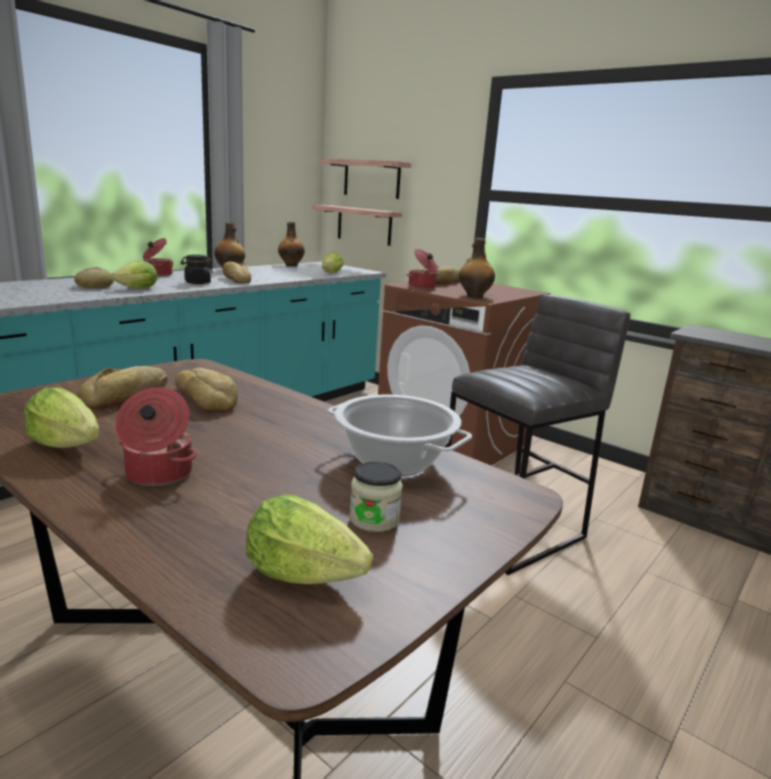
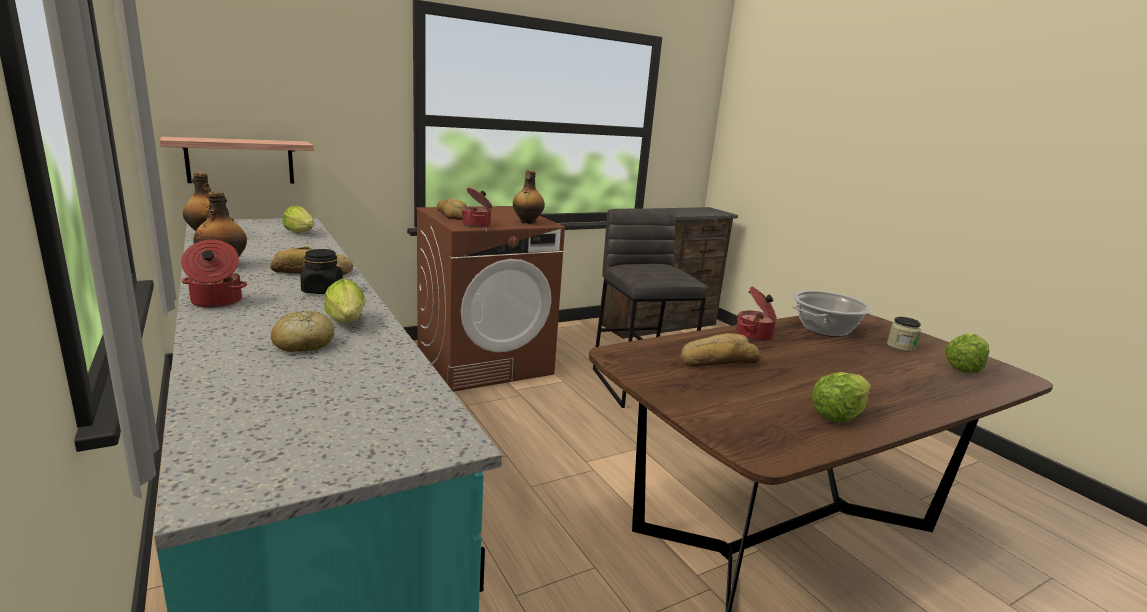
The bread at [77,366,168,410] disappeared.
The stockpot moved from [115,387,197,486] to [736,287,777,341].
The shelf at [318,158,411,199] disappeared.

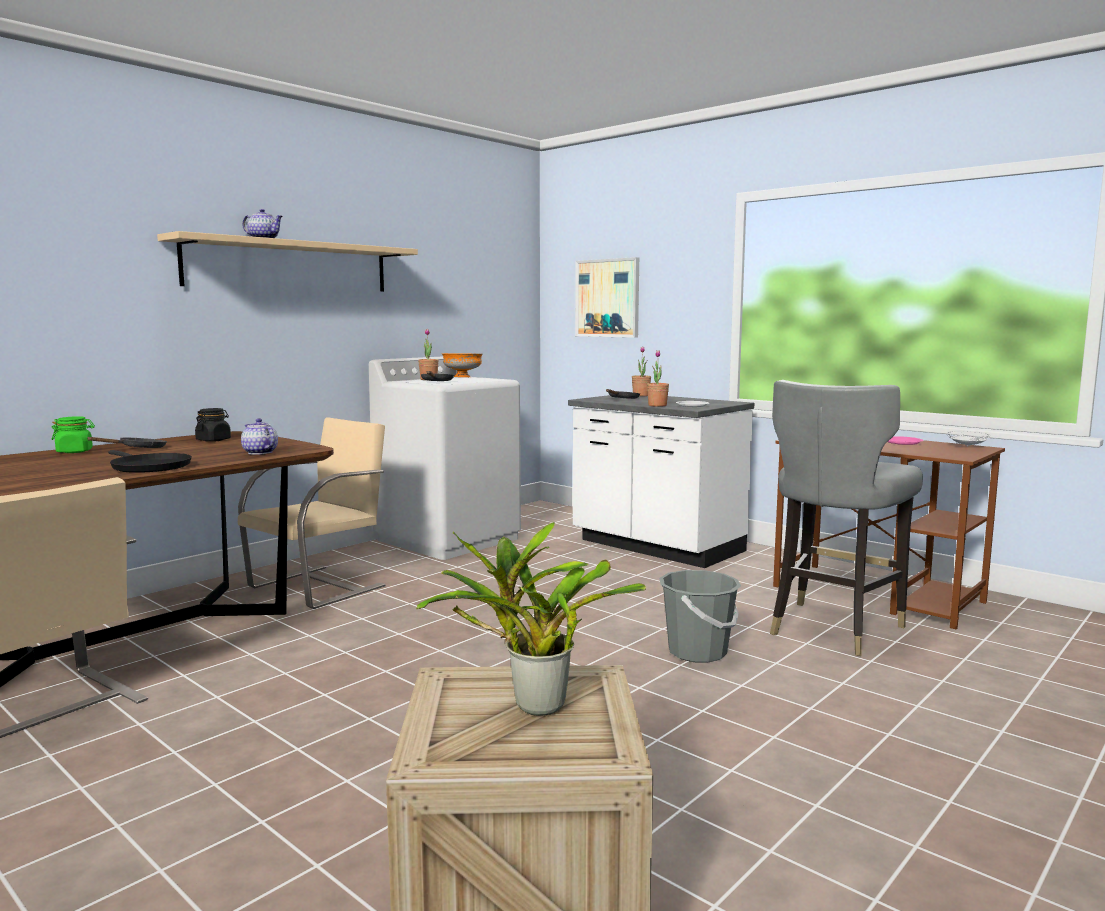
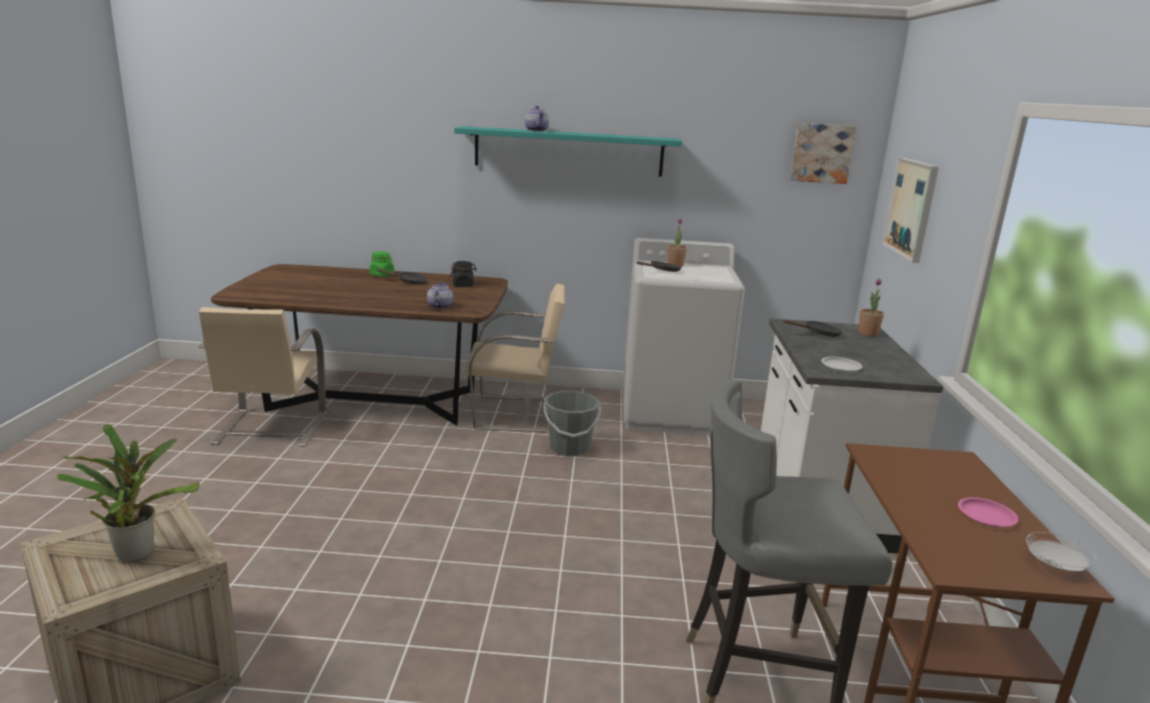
The black-coloured_frying_pan at [108,450,192,473] disappeared.
The beige-coloured_shelf at [157,231,418,292] became the turquoise_shelf at [454,126,682,177].
The orange_bowl at [442,353,483,377] disappeared.
The potted_plant at [647,350,669,407] disappeared.
The grey_pail moved from [659,570,741,663] to [543,391,601,456].
The wall_picture at [790,123,856,184] appeared.

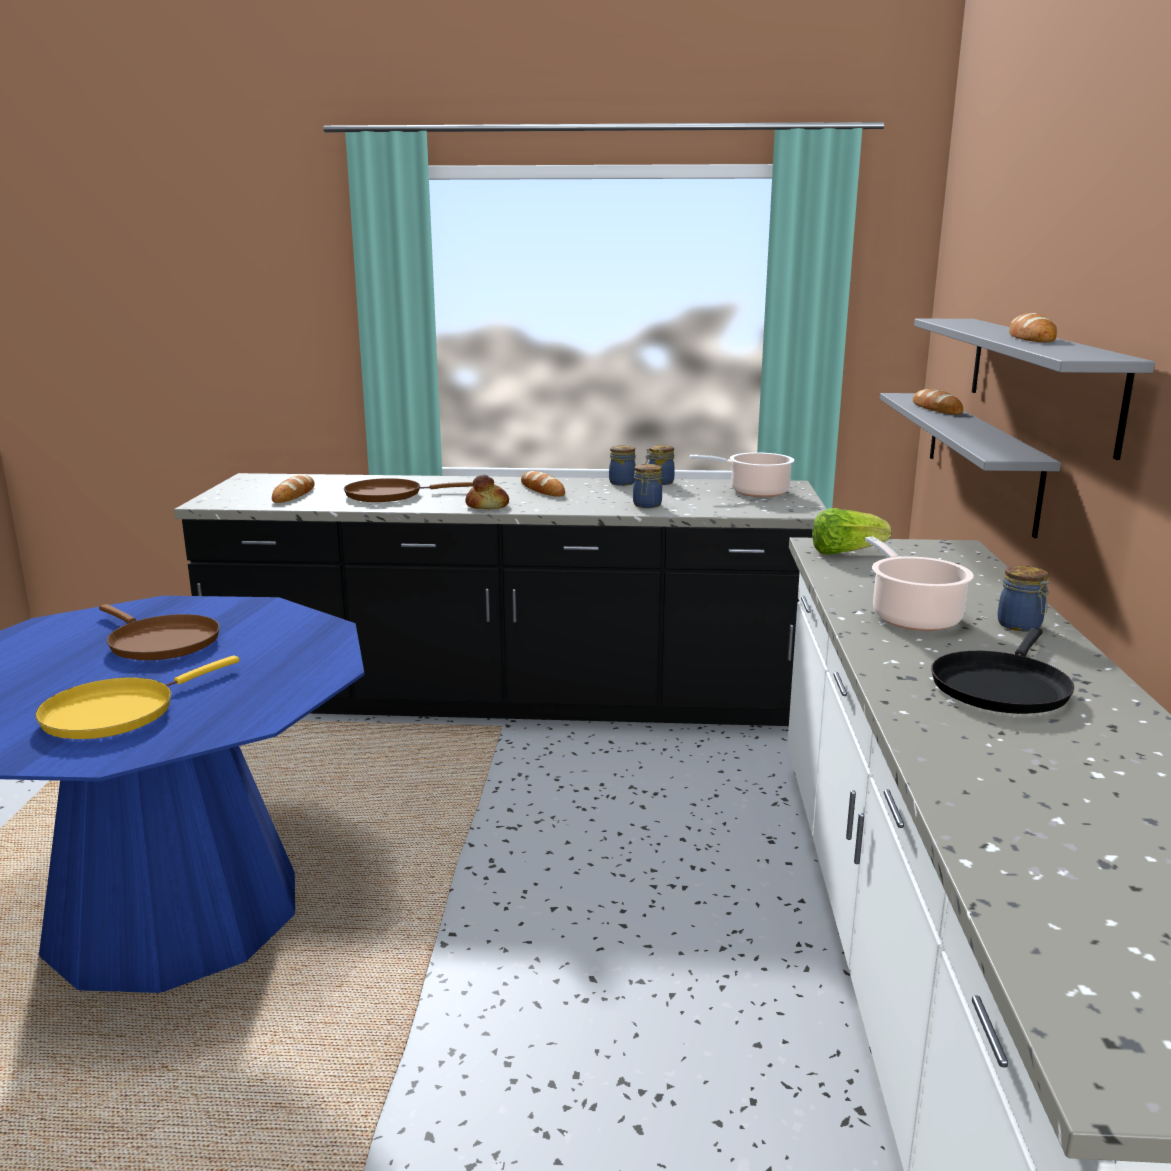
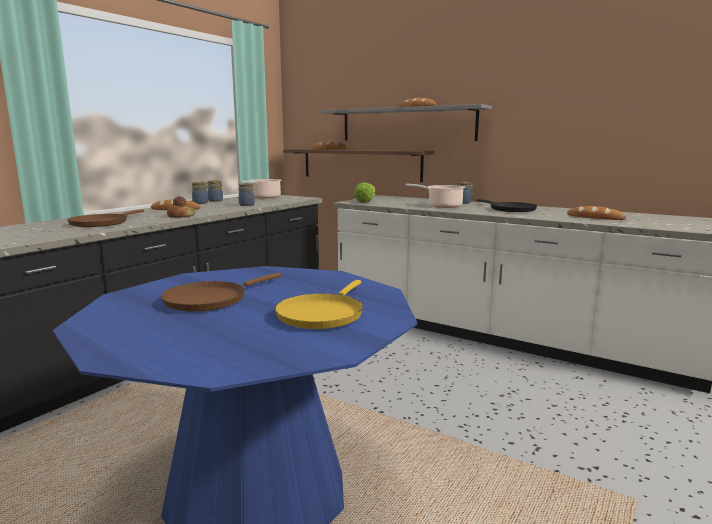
The yellowish_frying_pan at [35,655,239,739] turned 45 degrees clockwise.
The brown-coloured_frying_pan at [99,604,220,660] turned 150 degrees clockwise.
The bread moved from [272,475,315,503] to [567,206,626,220].
The grey_shelf at [880,393,1061,538] became the brown-coloured_shelf at [283,149,434,182].

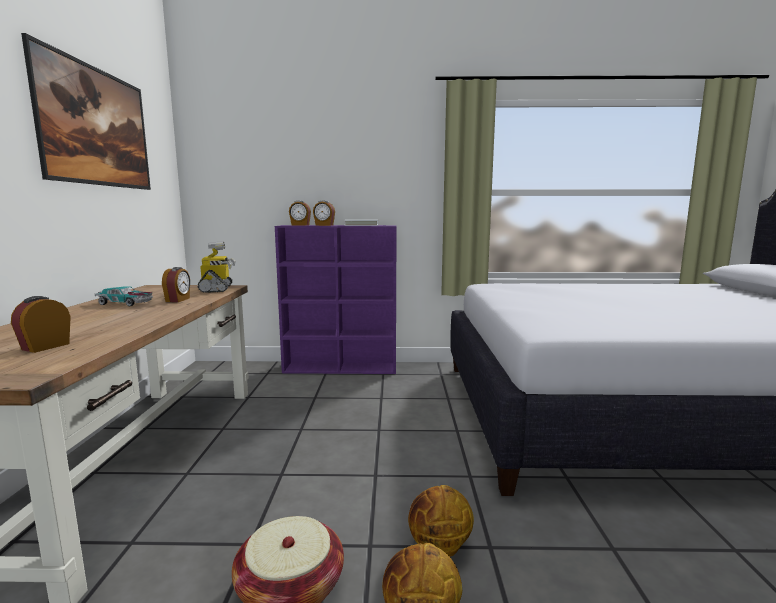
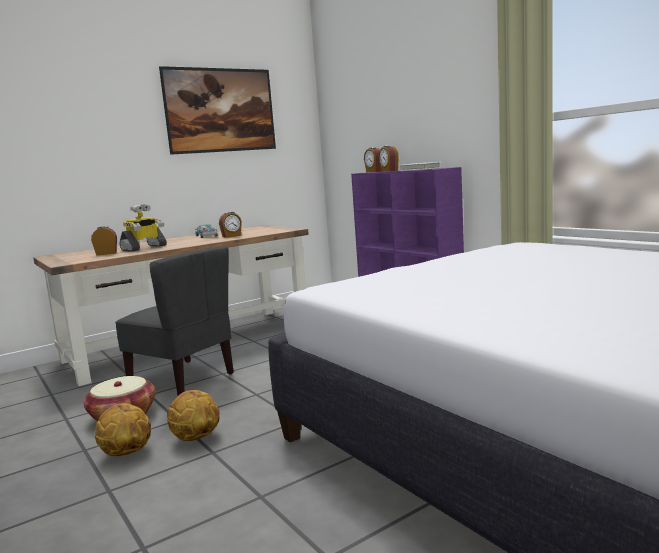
The model_robot moved from [197,241,236,293] to [119,204,167,252].
The grey_chair at [115,246,234,395] appeared.

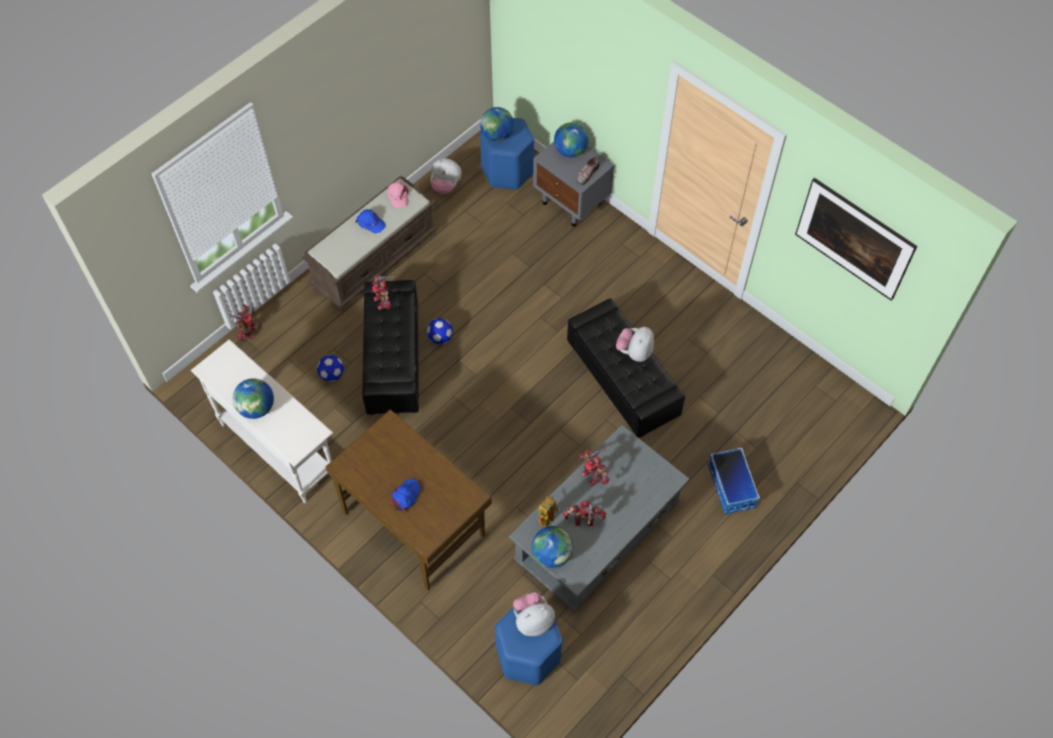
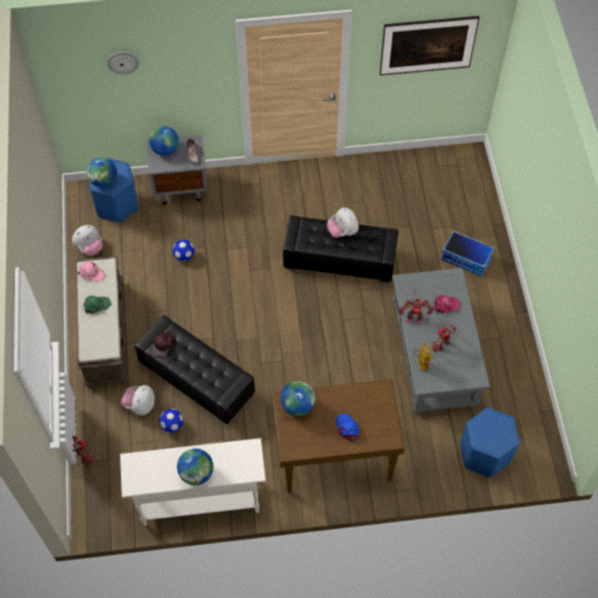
The blue-coloured_baseball_cap at [355,209,386,234] became the green_baseball_cap at [83,295,111,314].
The model_robot at [372,274,395,310] was replaced by the brown-coloured_baseball_cap at [152,332,173,357].
The football moved from [427,318,453,344] to [173,240,194,261].
The plush_toy moved from [513,592,555,636] to [121,385,154,415].
The world_globe moved from [532,526,573,568] to [281,381,315,416].
The clock_on_the_wall at [107,52,140,74] appeared.
The pink_baseball_cap at [433,295,461,313] appeared.

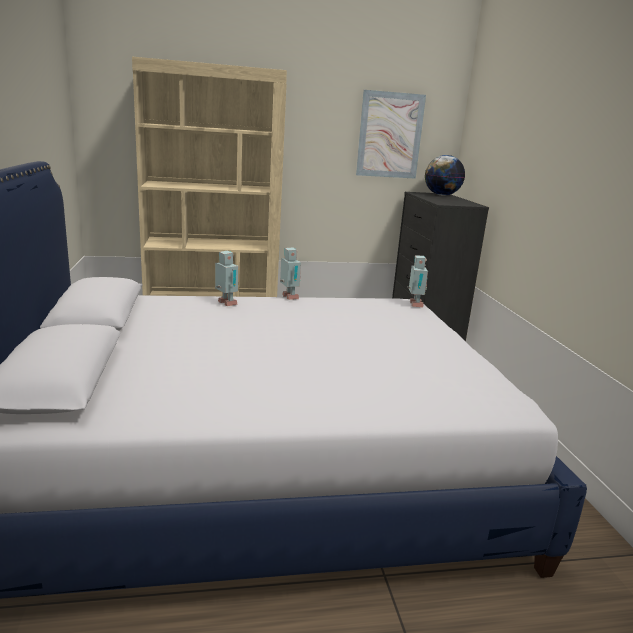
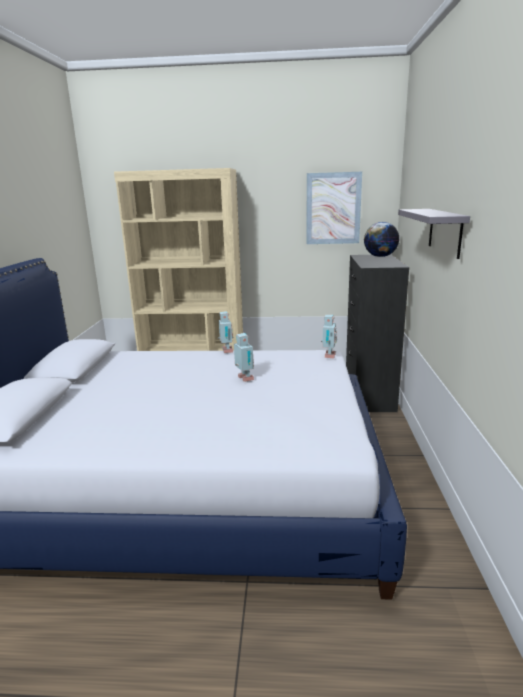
The model_robot moved from [215,251,238,306] to [234,333,254,382].
The grey_shelf at [398,209,470,259] appeared.

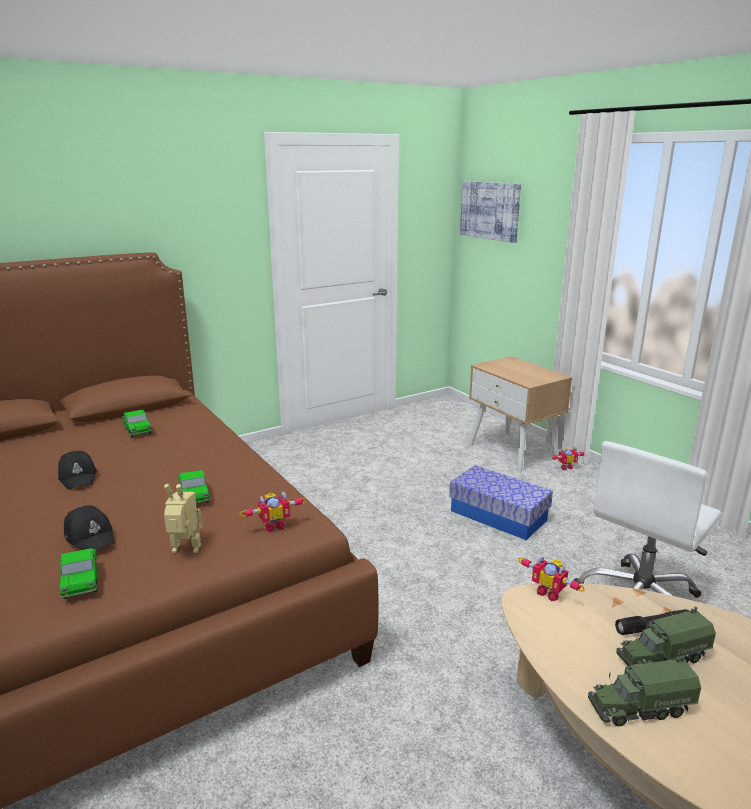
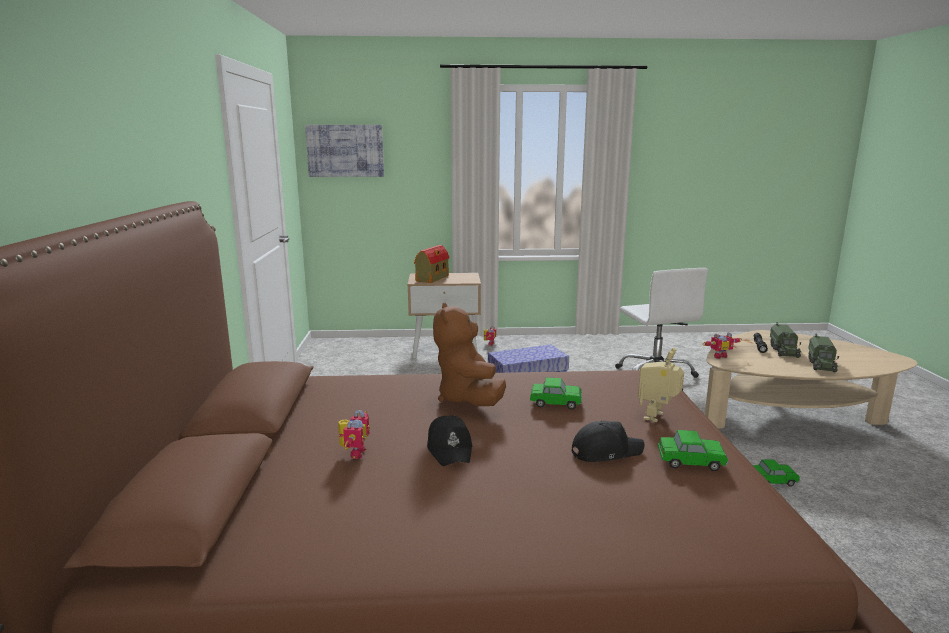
The black-coloured_baseball_cap at [58,451,97,490] turned 75 degrees clockwise.
The miniature_car moved from [122,410,152,438] to [753,459,800,486].
The model_robot moved from [239,492,307,532] to [338,410,370,459].
The model_house at [414,245,449,283] appeared.
The brown-coloured_plush_toy at [433,302,506,406] appeared.

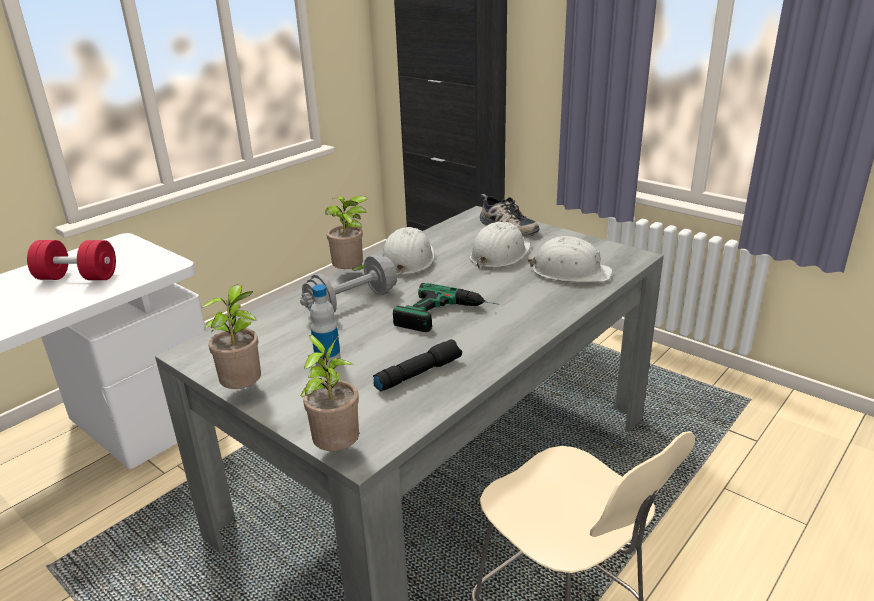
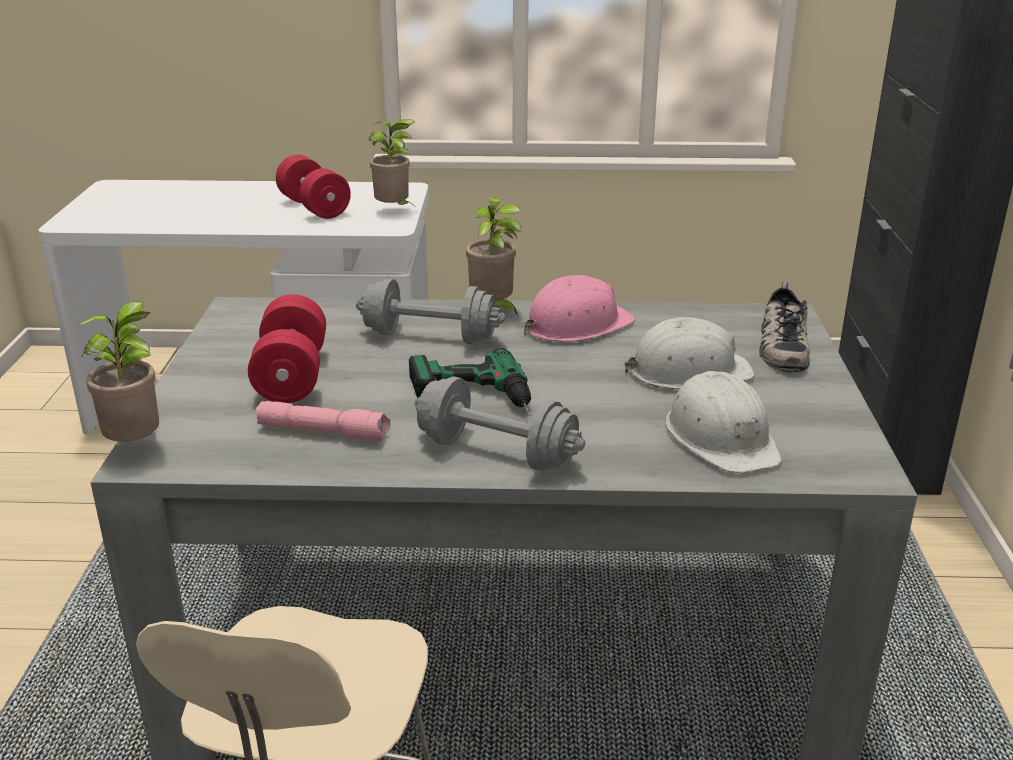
The potted_plant moved from [200,285,261,389] to [369,119,415,205].
The drink_bottle at [310,284,341,368] was replaced by the red-coloured_dumbbell at [248,294,326,403].
The black-coloured_flashlight at [373,339,462,392] became the pink_flashlight at [256,401,391,441].
The whitish_hard_hat at [382,227,434,277] became the pink_hard_hat at [524,275,635,342].
The grey_dumbbell at [415,376,585,471] appeared.

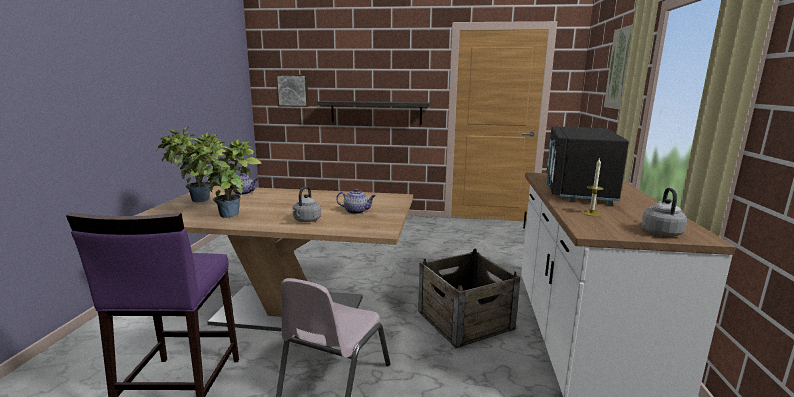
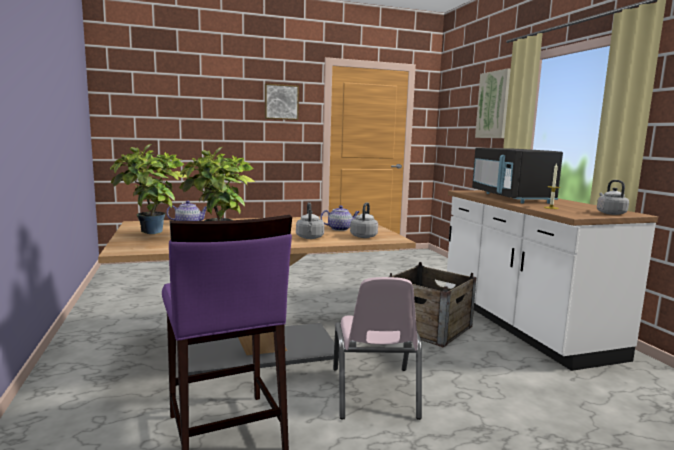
The wall_picture moved from [276,74,309,107] to [265,84,299,120].
The shelf at [317,101,430,124] disappeared.
The grey_water_kettle at [350,202,378,238] appeared.

